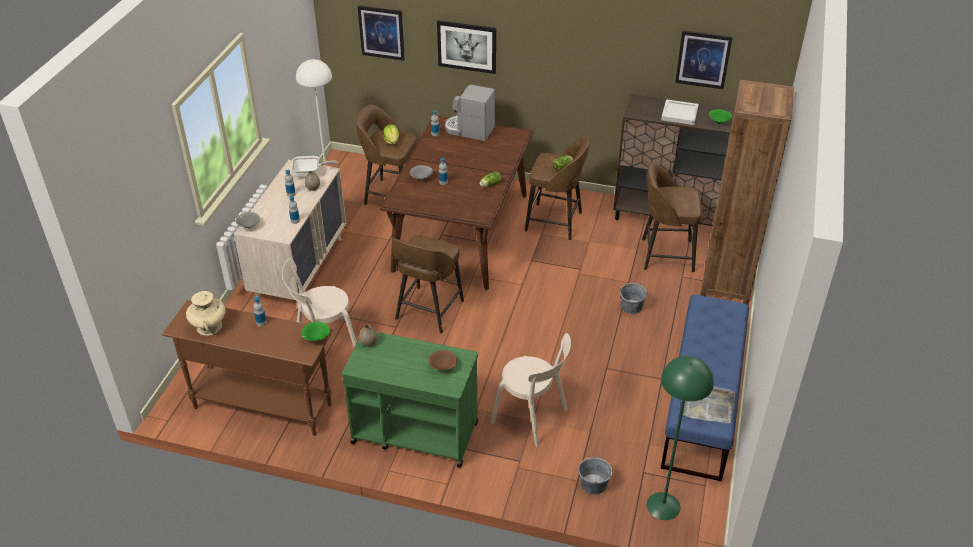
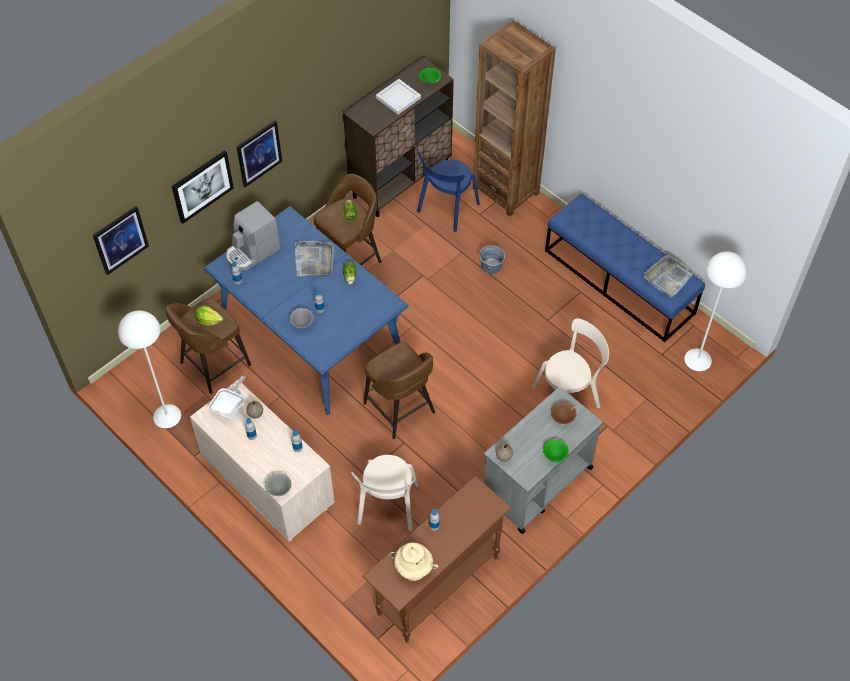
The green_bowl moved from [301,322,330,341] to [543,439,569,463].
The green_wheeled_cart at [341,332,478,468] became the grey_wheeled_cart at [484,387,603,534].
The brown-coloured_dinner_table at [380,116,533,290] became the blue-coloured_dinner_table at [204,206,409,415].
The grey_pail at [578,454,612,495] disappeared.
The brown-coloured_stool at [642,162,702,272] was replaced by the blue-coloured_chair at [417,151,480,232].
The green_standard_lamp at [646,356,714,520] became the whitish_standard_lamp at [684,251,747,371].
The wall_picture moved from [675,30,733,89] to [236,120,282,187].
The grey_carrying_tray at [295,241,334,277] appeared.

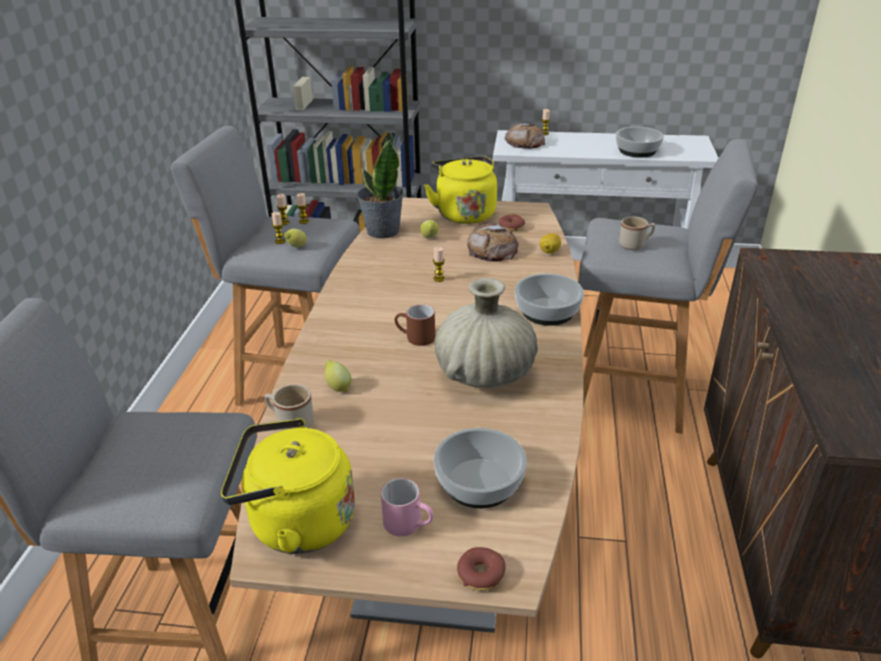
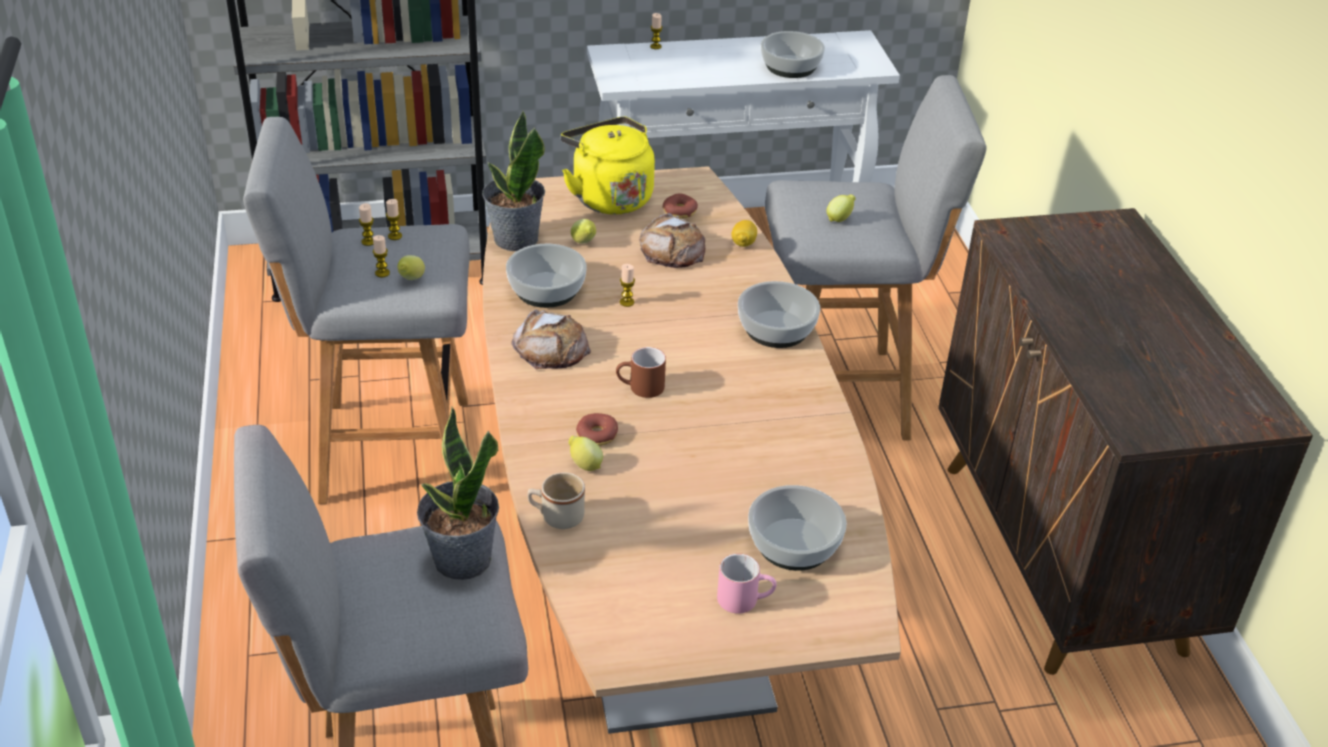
The yellowish_water_kettle at [221,418,355,554] disappeared.
The beige-coloured_vase at [434,278,538,388] disappeared.
The ring_doughnut moved from [457,547,506,591] to [576,413,618,446].
The bread moved from [504,123,545,149] to [511,309,591,369].
The beige-coloured_tea_mug at [619,217,655,250] was replaced by the lemon at [827,194,856,222].
The potted_plant at [417,407,499,580] appeared.
The bowl at [506,244,587,308] appeared.

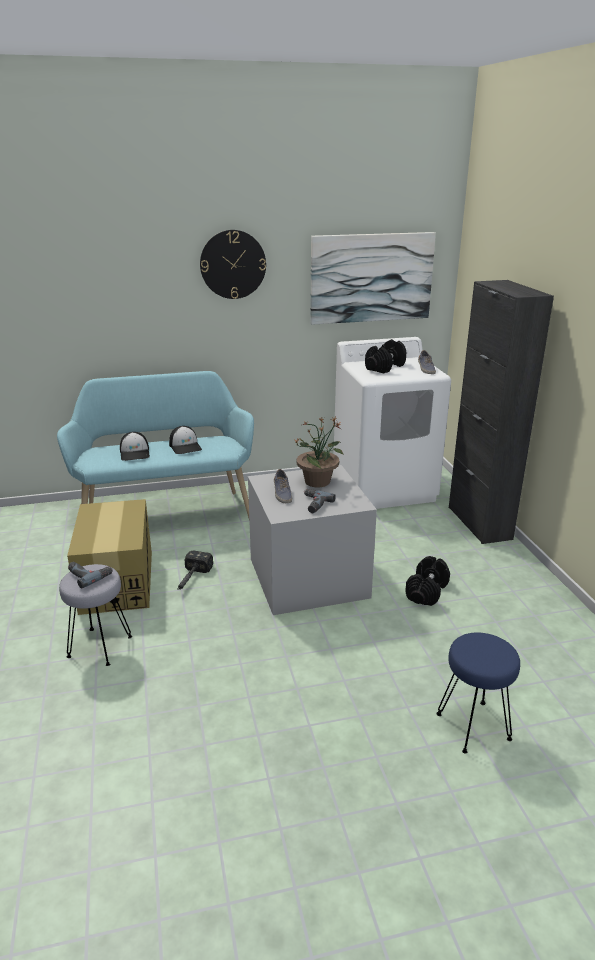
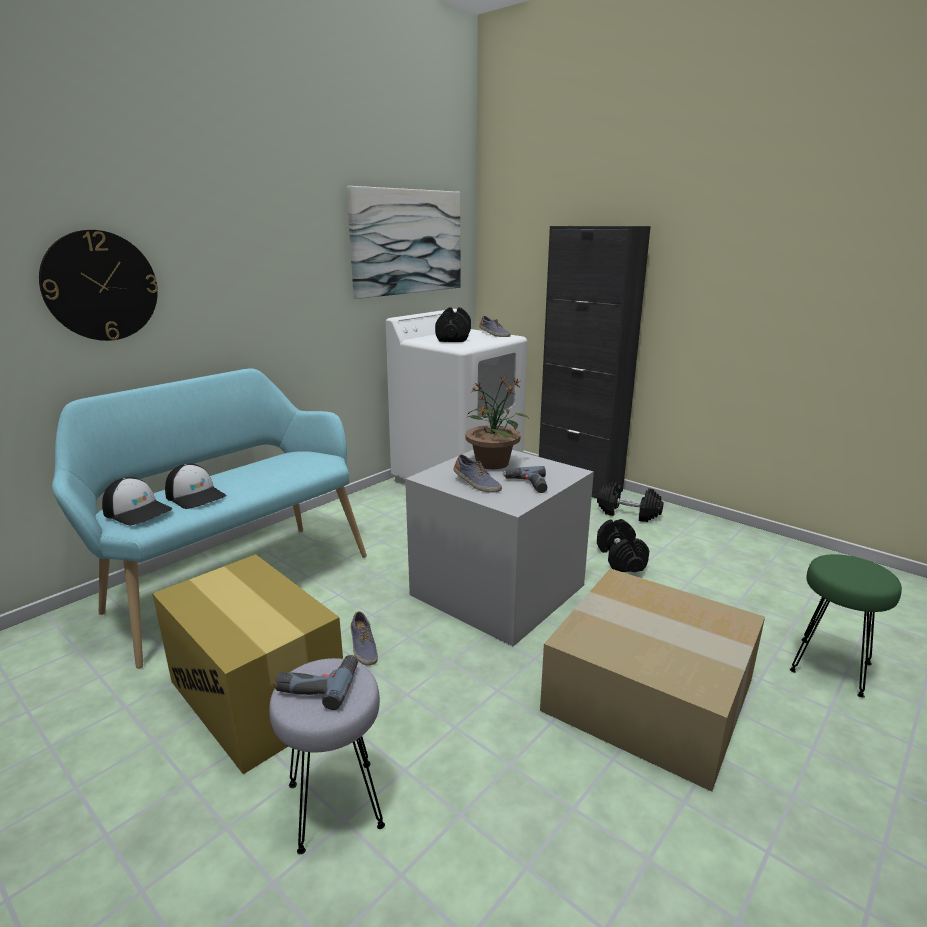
The baseball_cap moved from [169,426,202,454] to [102,477,172,526].
The tool_hammer at [177,550,213,590] was replaced by the shoe at [351,611,378,666].
The clock_on_the_wall moved from [200,230,266,299] to [39,230,158,341].
The blue-coloured_stool at [437,633,520,754] became the green_stool at [789,554,902,698].
The carton at [540,568,765,792] appeared.
The black-coloured_dumbbell at [597,482,664,522] appeared.

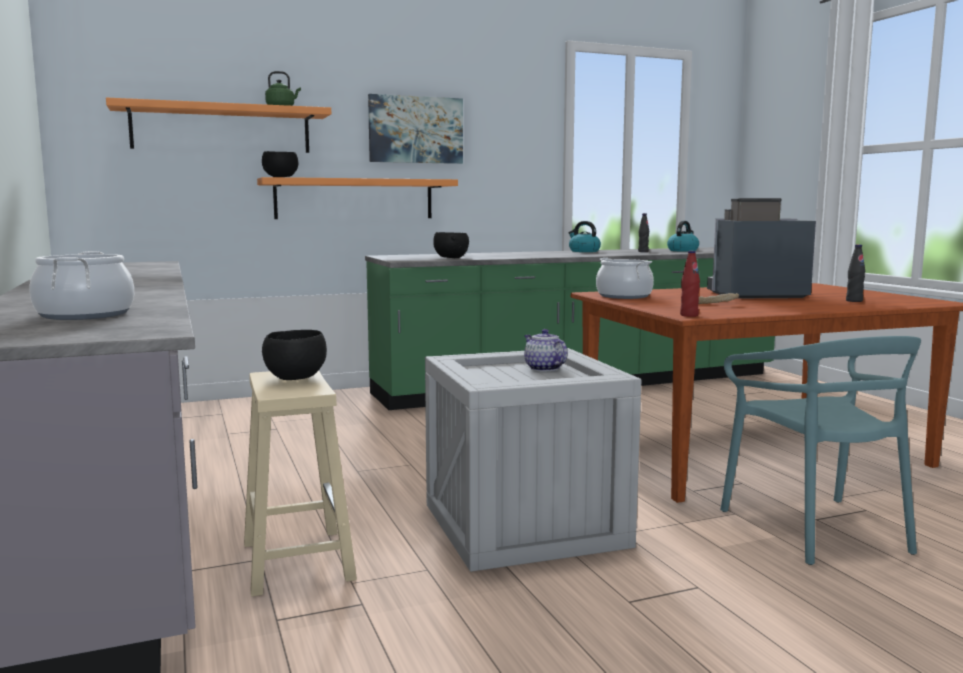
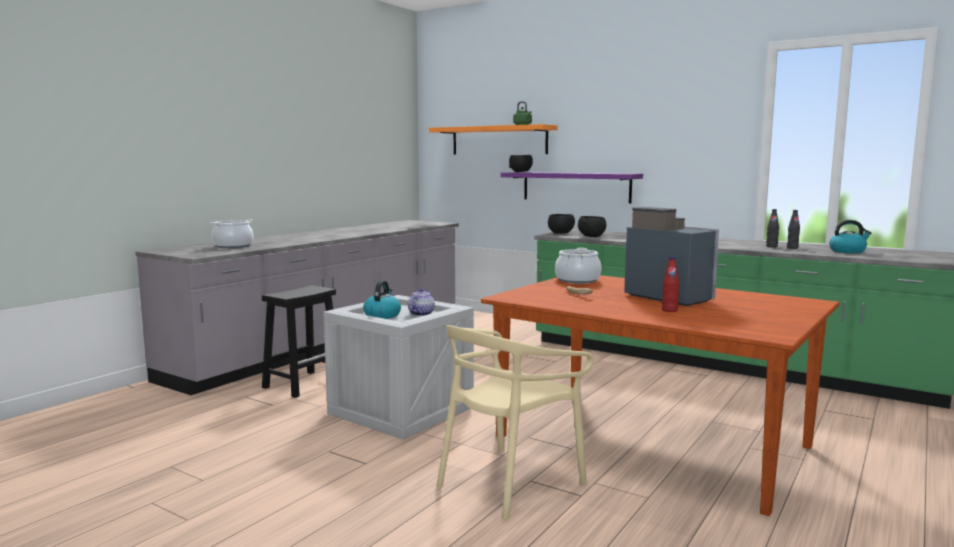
The beige-coloured_stool at [244,370,357,597] became the black-coloured_stool at [262,285,336,398].
The orange_shelf at [257,177,458,219] became the purple-coloured_shelf at [501,172,643,203].
The black-coloured_bowl moved from [262,330,327,380] to [548,214,575,234].
The wall_picture at [368,94,463,164] disappeared.
The water_kettle moved from [569,221,601,252] to [363,280,401,319].
The red-coloured_drink_bottle moved from [680,251,700,317] to [662,257,679,312].
The turquoise_chair at [720,336,921,565] became the beige-coloured_chair at [436,325,594,520].
The black-coloured_drink_bottle moved from [846,245,865,302] to [766,209,779,247].

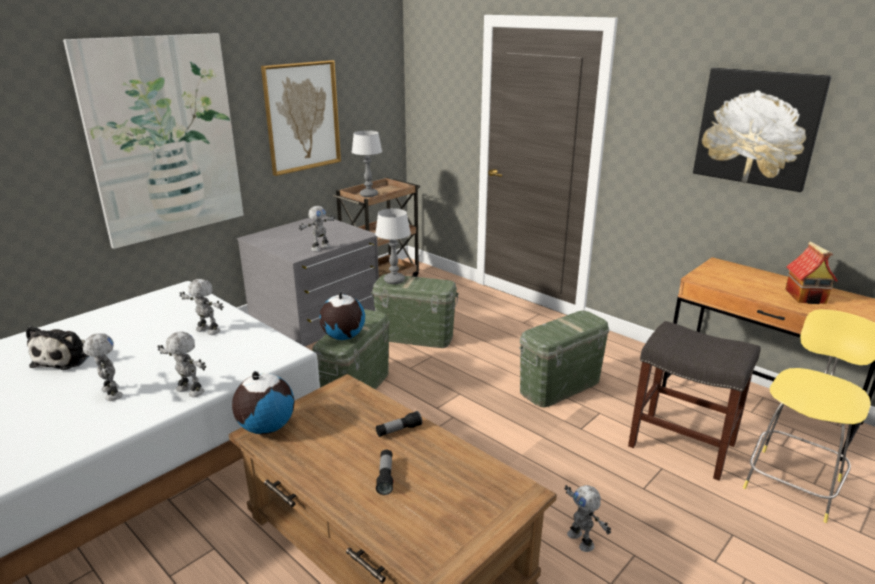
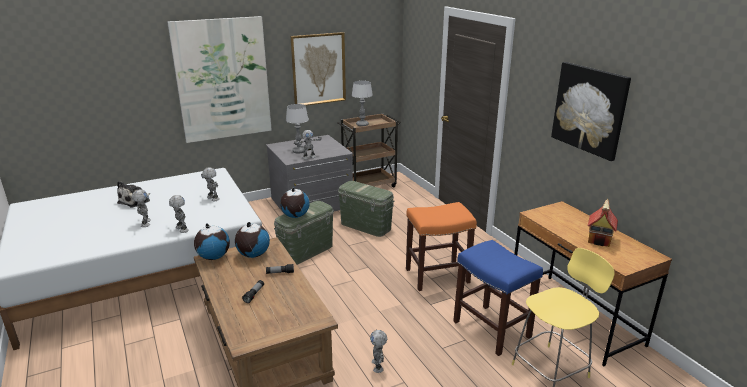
The table_lamp moved from [375,208,411,284] to [286,104,309,154].
The green_storage_container at [519,310,609,407] was replaced by the orange_stool at [406,202,477,291].
The grey_stool at [628,321,760,481] became the blue-coloured_stool at [453,240,543,356].
The world_globe at [235,222,270,258] appeared.

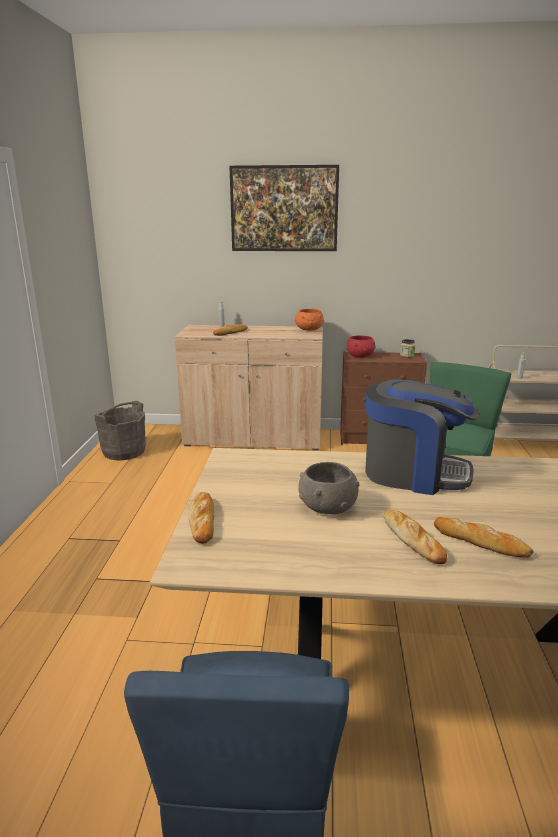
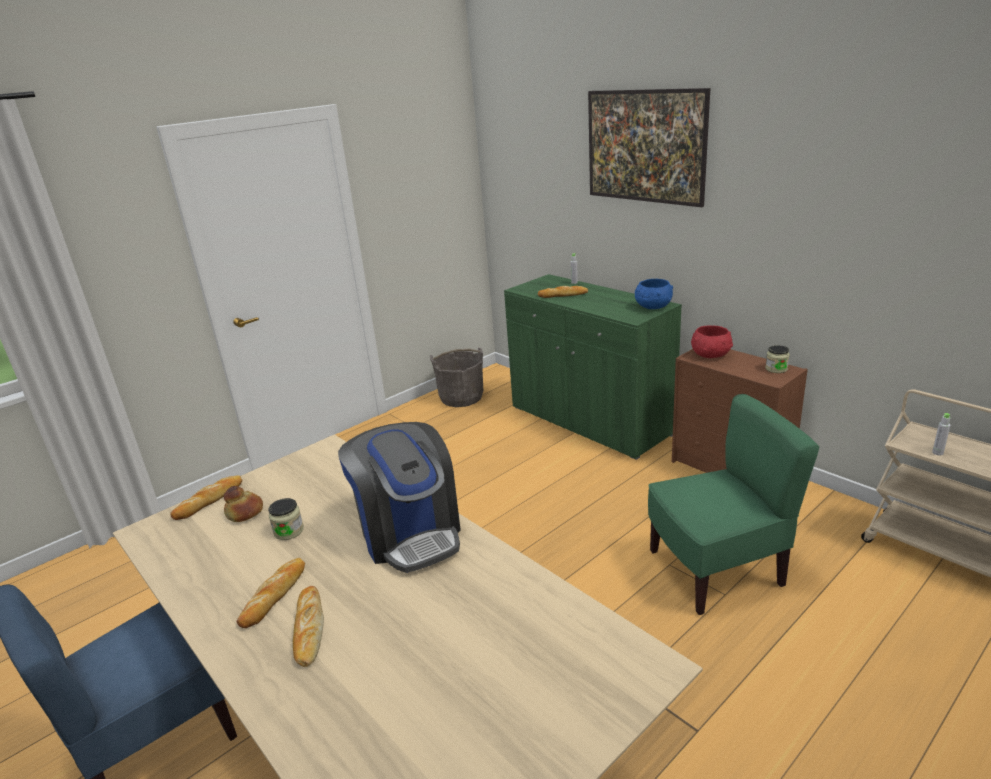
The beige-coloured_storage_cabinet at [175,325,323,450] became the green_storage_cabinet at [504,274,682,460].
The orange_bowl at [294,309,324,331] became the blue-coloured_bowl at [635,279,673,309].
The grey_bowl at [298,462,359,514] was replaced by the storage_jar at [268,498,304,540].
The bread at [224,486,263,522] appeared.

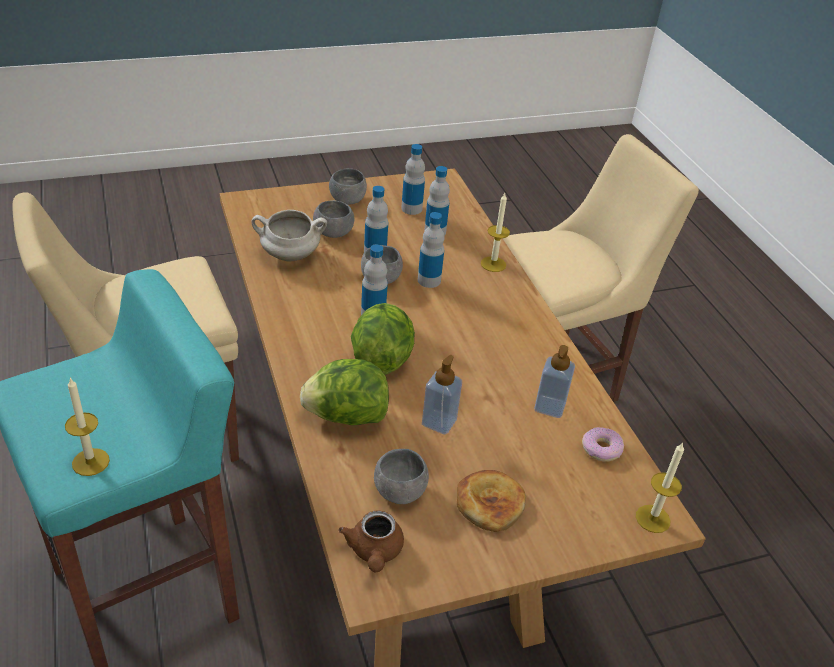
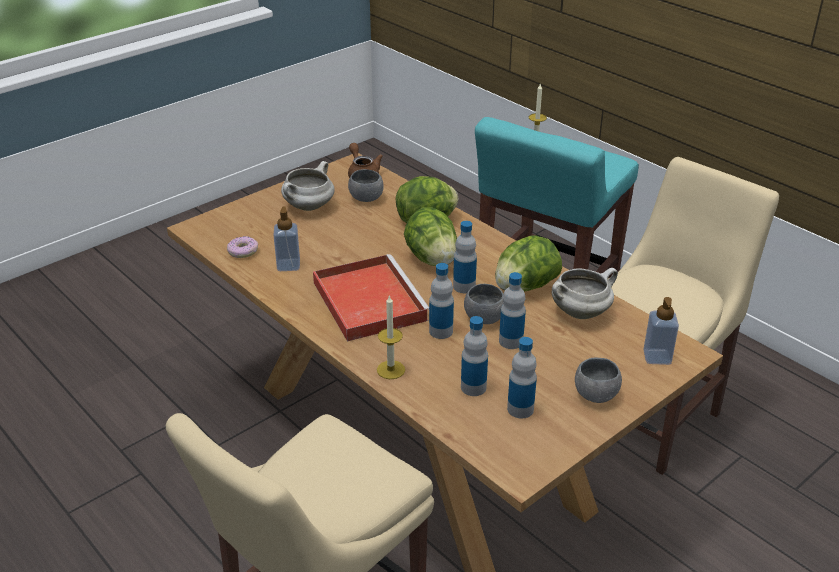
The grey_bowl at [313,200,354,238] disappeared.
The liquid_soap_bottle moved from [422,355,462,434] to [643,297,679,365].
The bread at [457,470,526,532] was replaced by the whitish_stockpot at [281,161,335,211].
The wax_light at [636,442,684,533] disappeared.
The red-coloured_carrying_tray at [313,254,429,342] appeared.
The lettuce_head at [495,235,562,292] appeared.

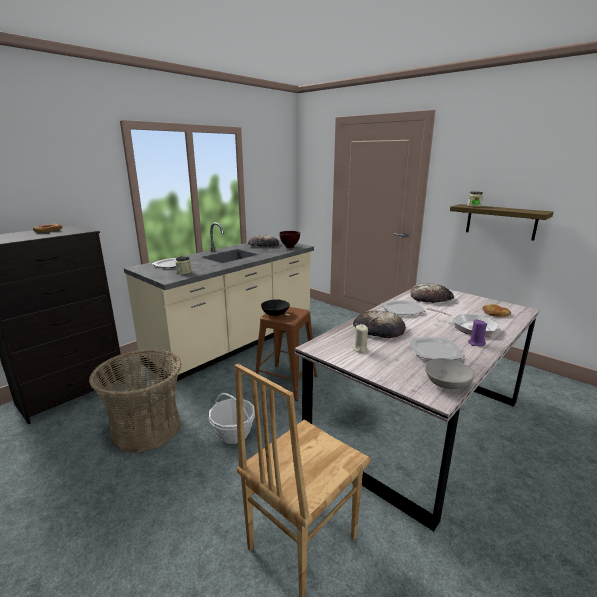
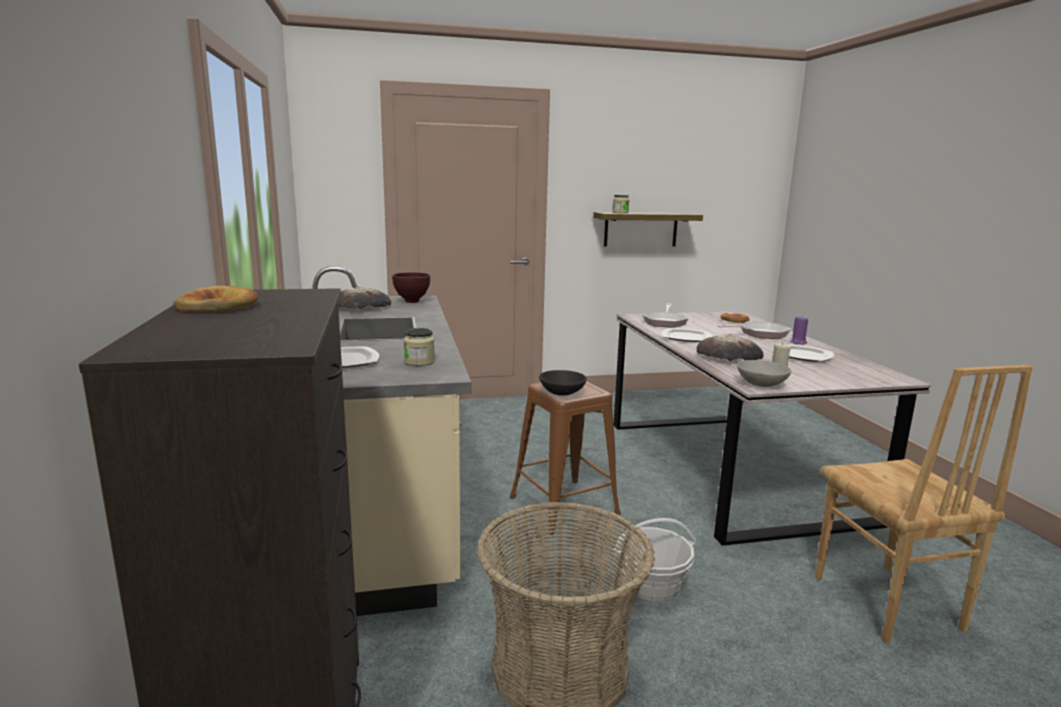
The bread at [411,283,454,303] was replaced by the frying_pan at [642,304,689,328].
The grey_bowl moved from [425,358,475,389] to [737,360,791,387].

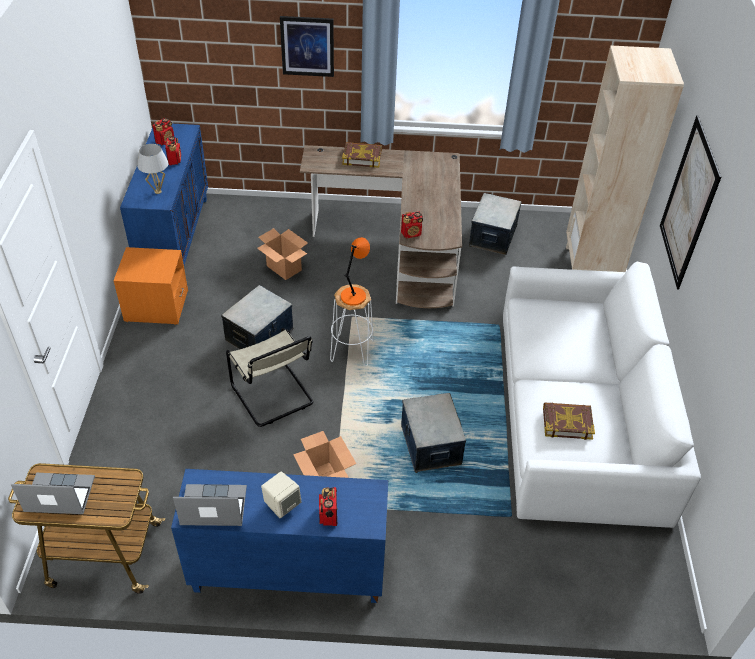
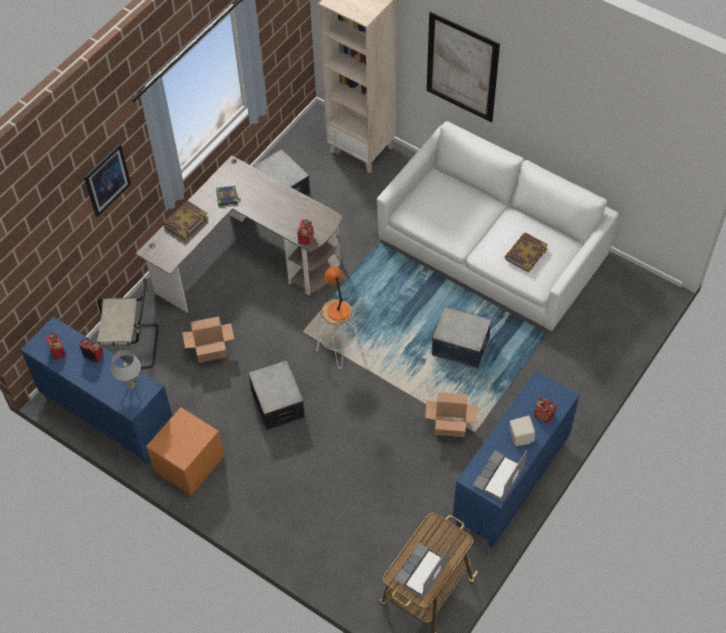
The beige-coloured_chair moved from [226,328,313,427] to [95,278,159,368].
The volume at [216,185,241,206] appeared.

